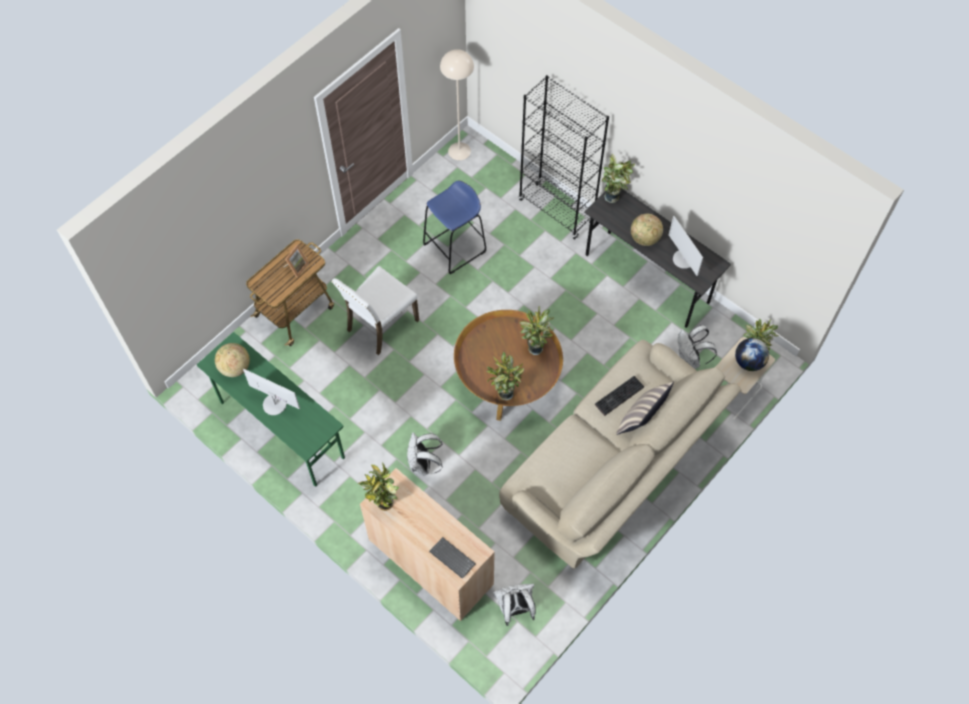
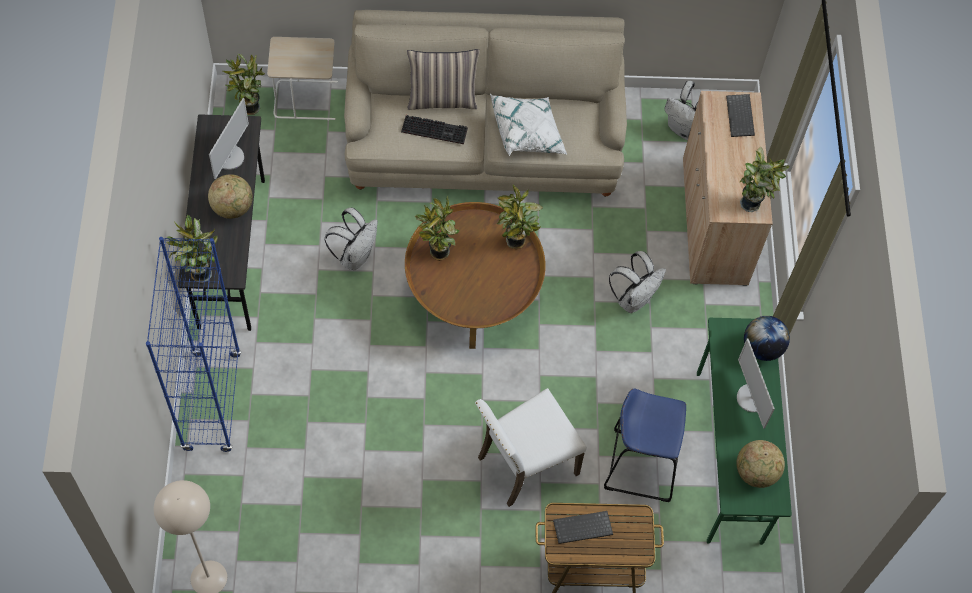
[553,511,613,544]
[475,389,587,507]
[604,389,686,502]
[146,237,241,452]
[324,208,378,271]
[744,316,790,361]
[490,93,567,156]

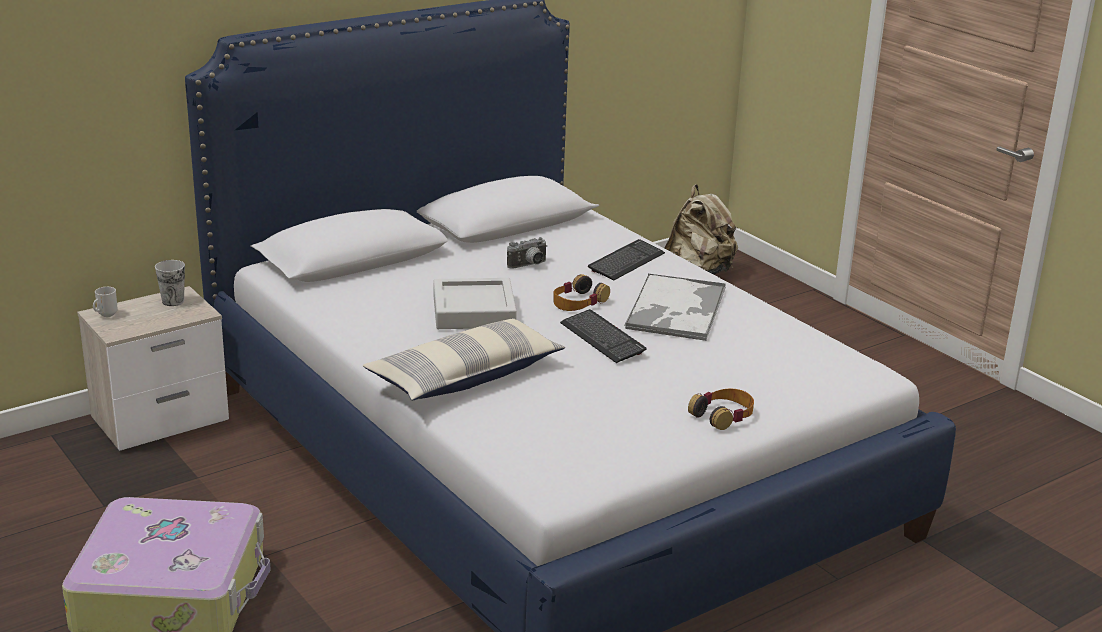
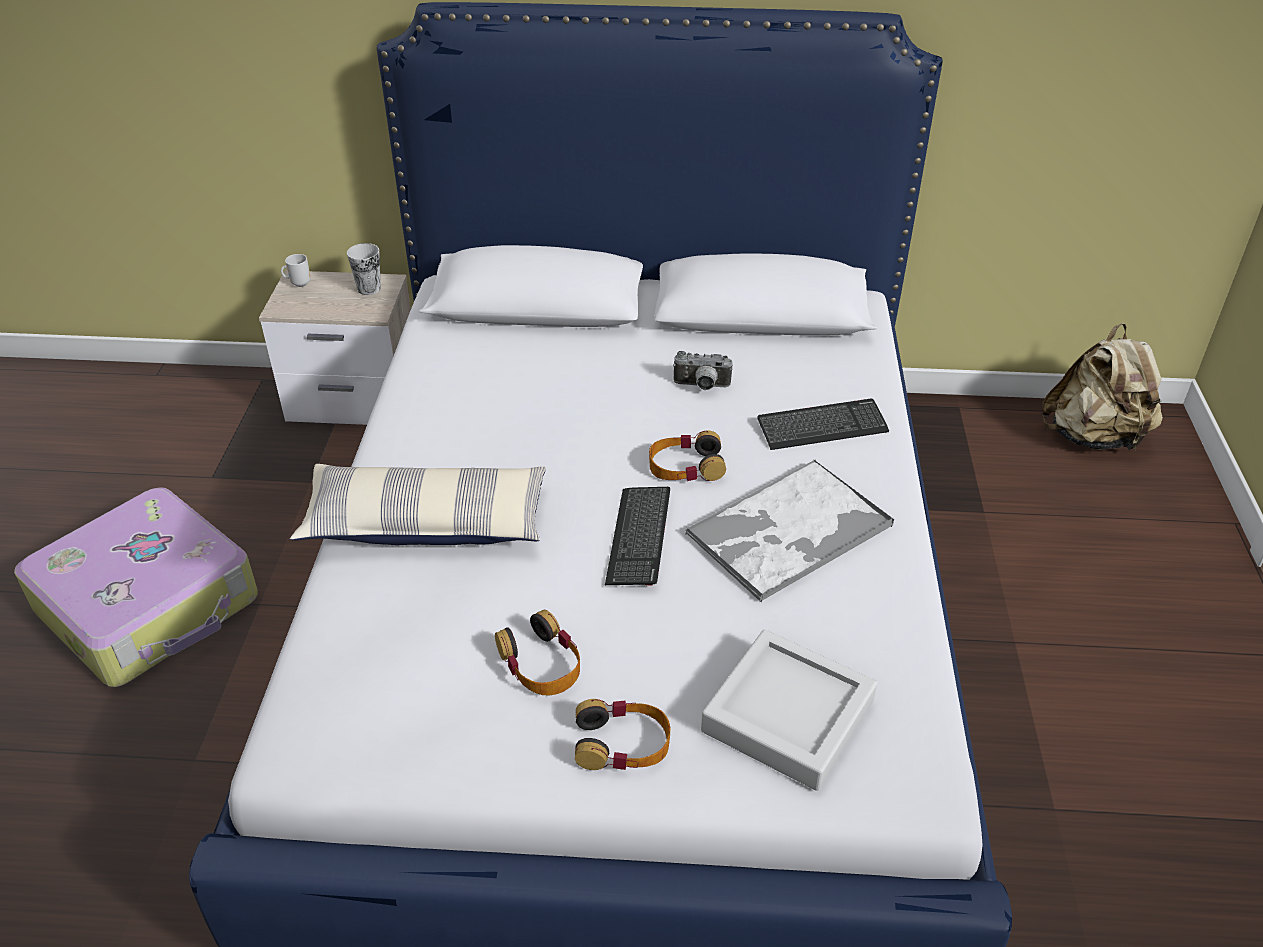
[701,629,877,791]
[495,610,580,695]

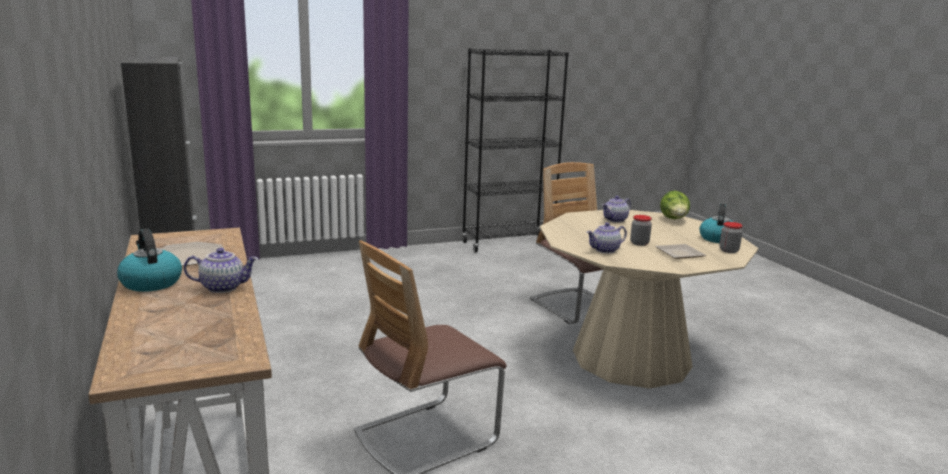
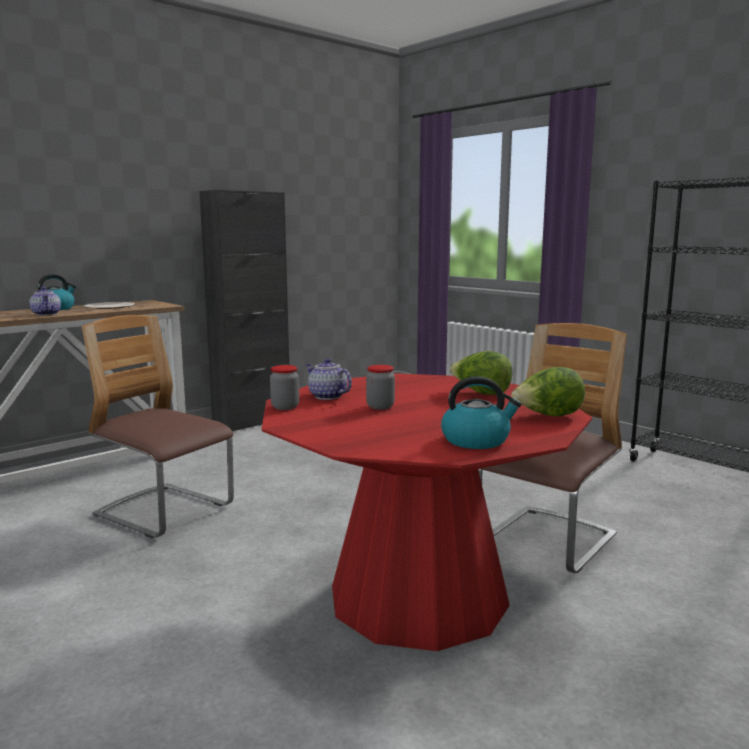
[262,373,592,651]
[449,351,512,395]
[655,244,706,259] (first image)
[270,365,299,410]

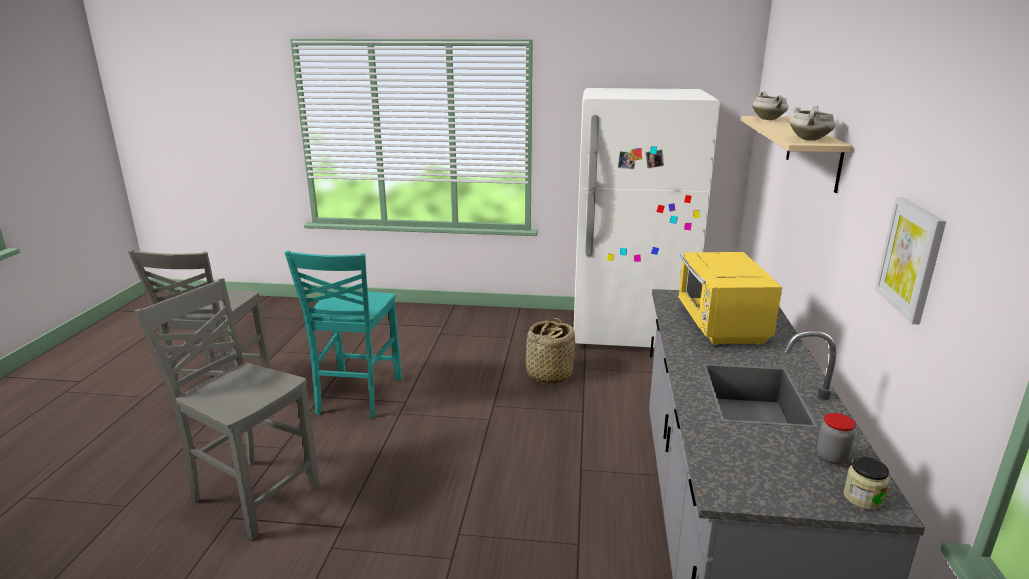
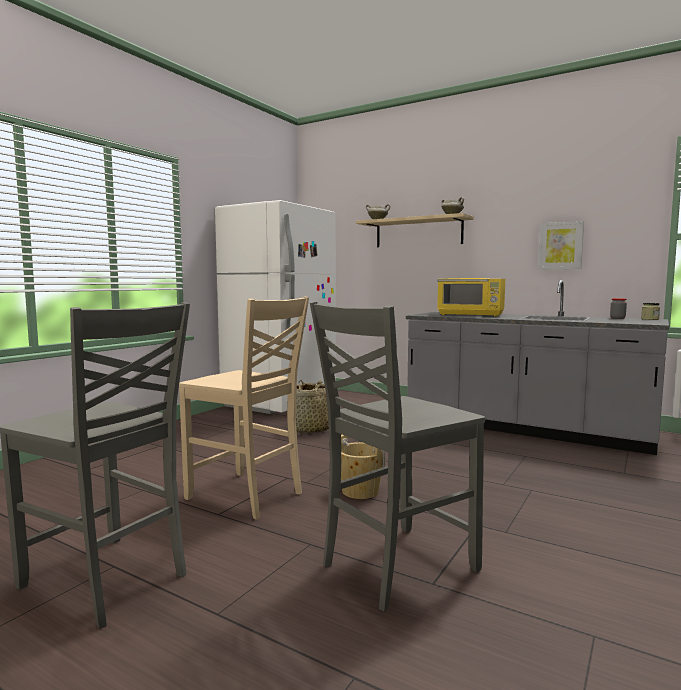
[179,296,309,520]
[341,435,385,499]

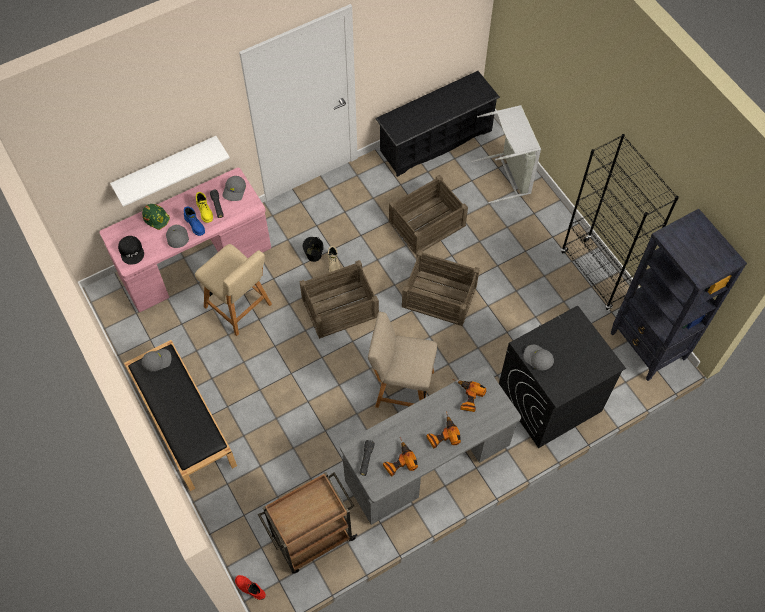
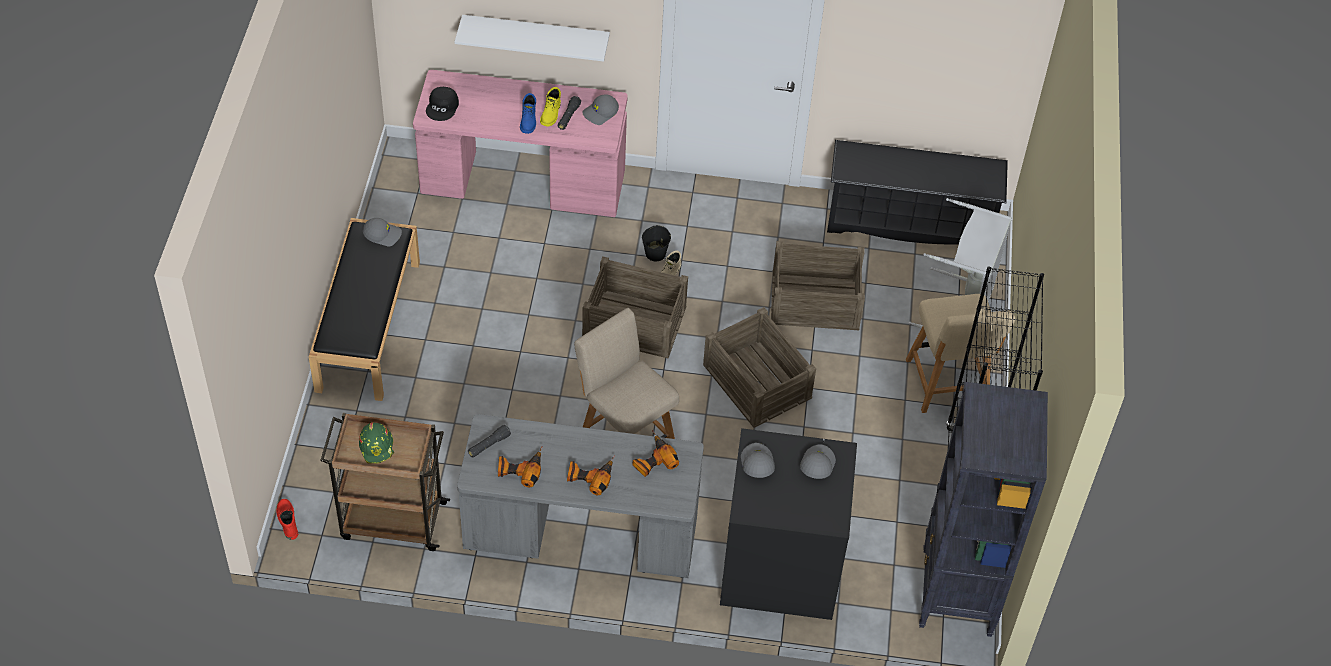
[359,422,394,464]
[800,445,836,479]
[906,294,1015,413]

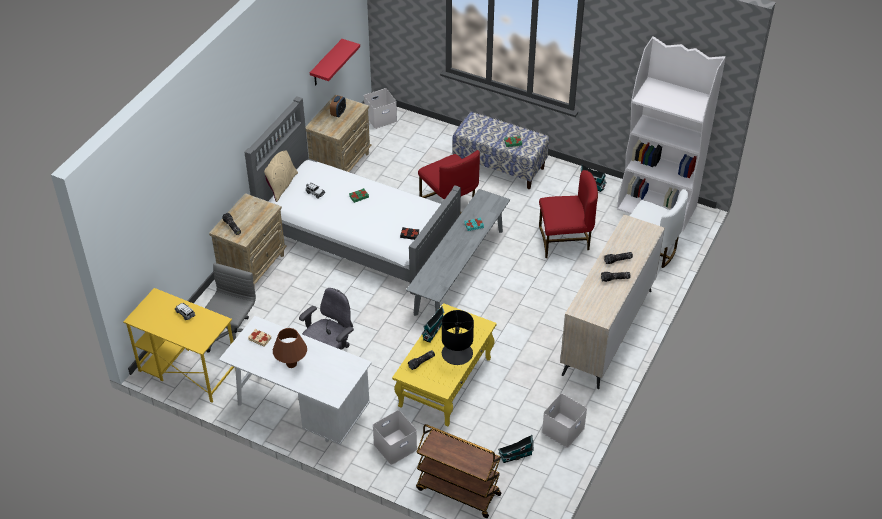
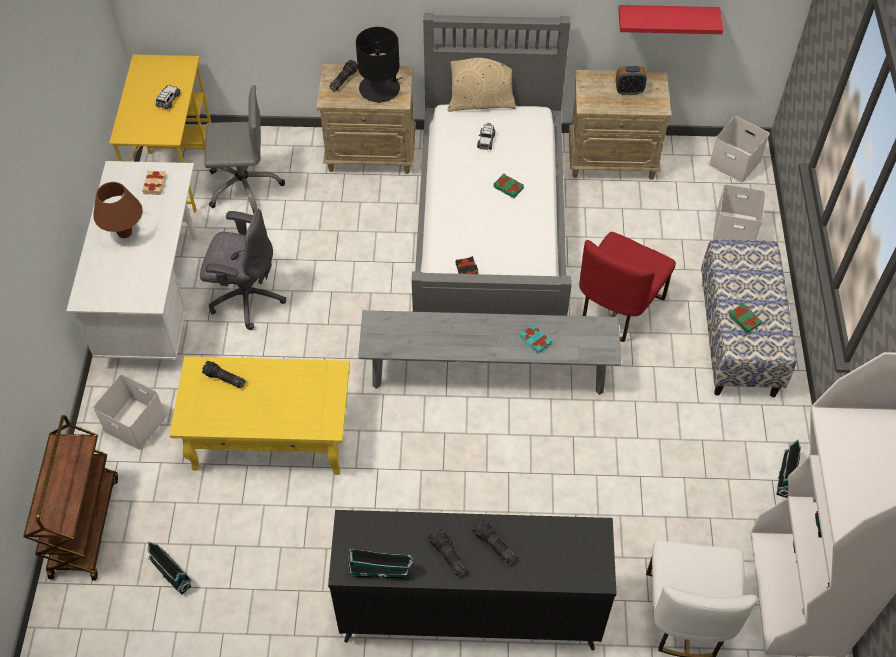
[347,549,414,578]
[356,27,403,103]
[539,170,598,258] (first image)
[712,184,765,240]
[328,510,617,650]

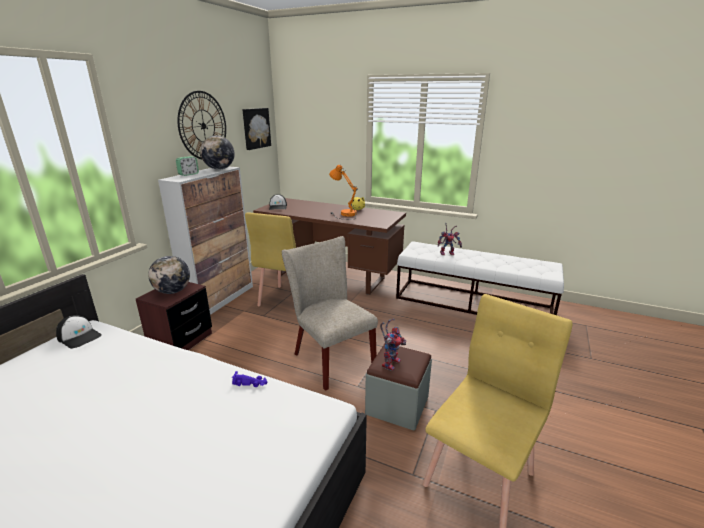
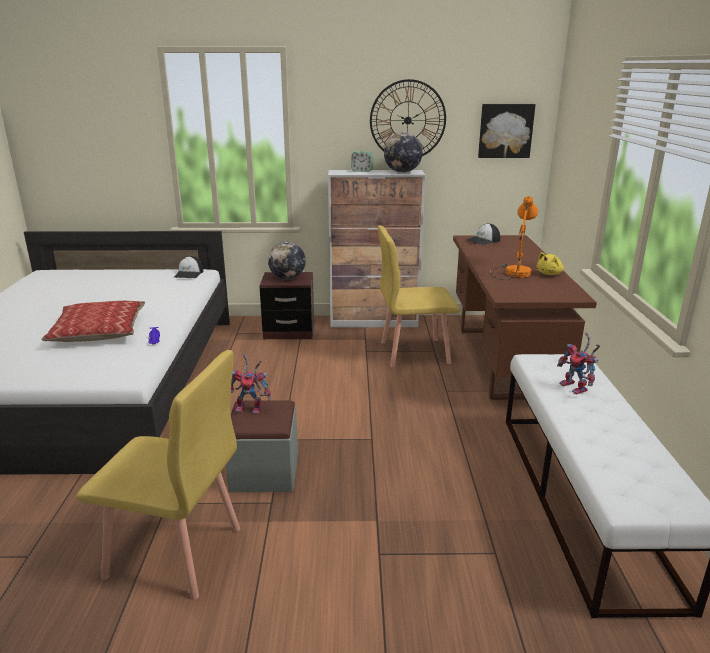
[282,236,378,391] (first image)
[41,301,145,342]

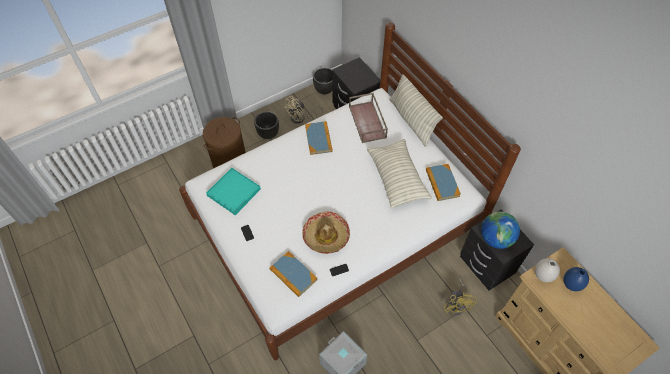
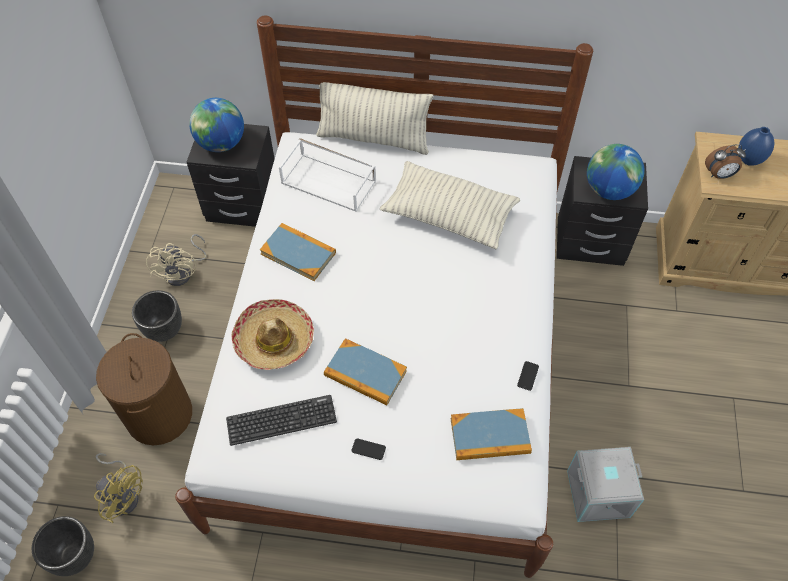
[226,395,337,446]
[232,299,314,370]
[32,516,94,576]
[279,138,376,212]
[324,338,407,405]
[94,453,143,523]
[705,144,746,179]
[189,98,244,152]

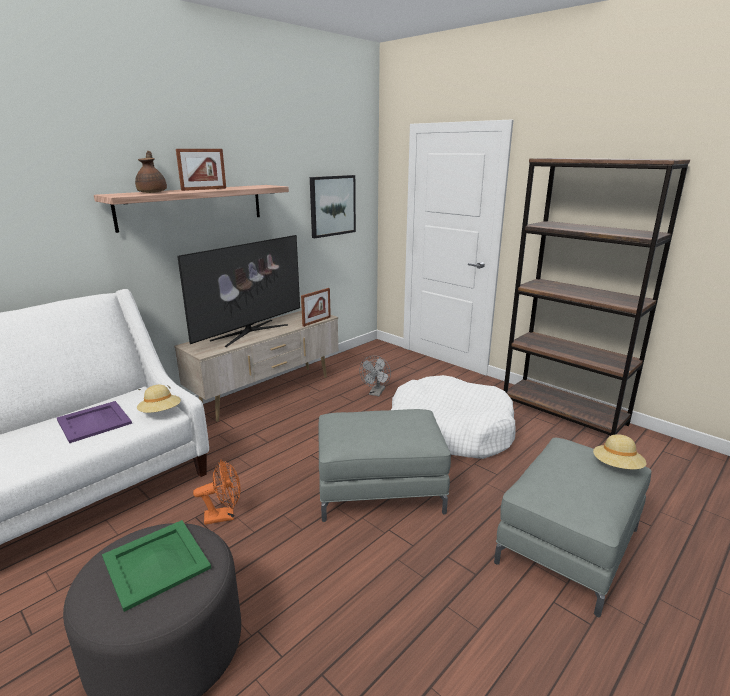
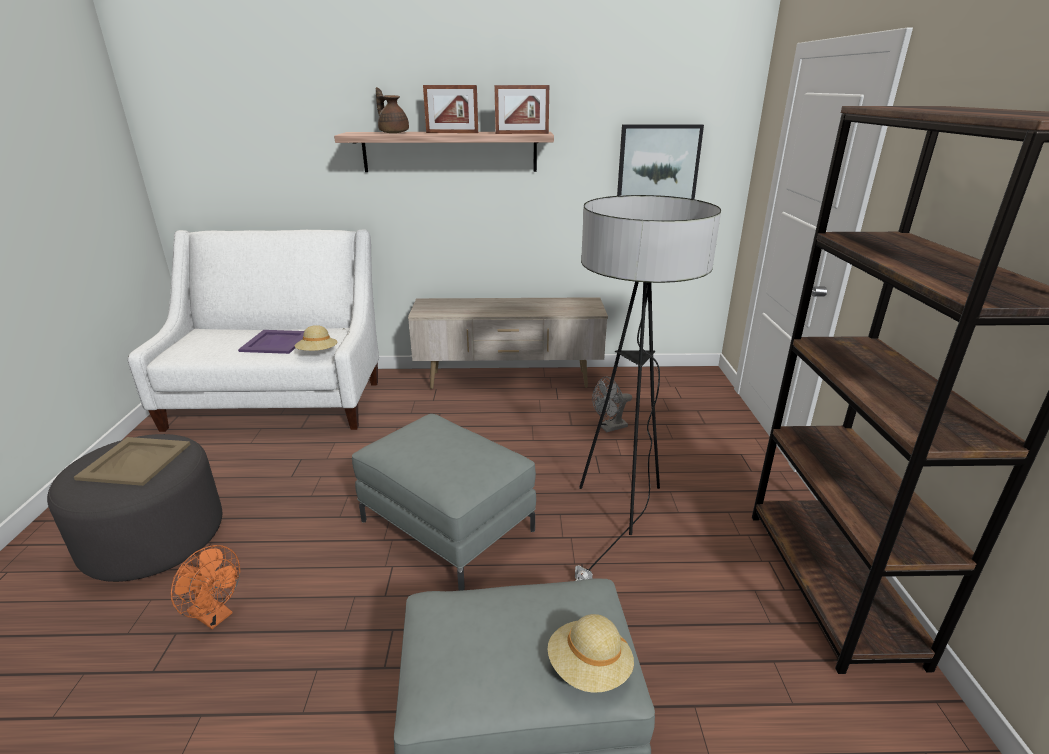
[74,437,191,486]
[376,87,409,133]
[177,235,300,347] (first image)
[171,545,240,629]
[494,85,549,134]
[575,195,721,581]

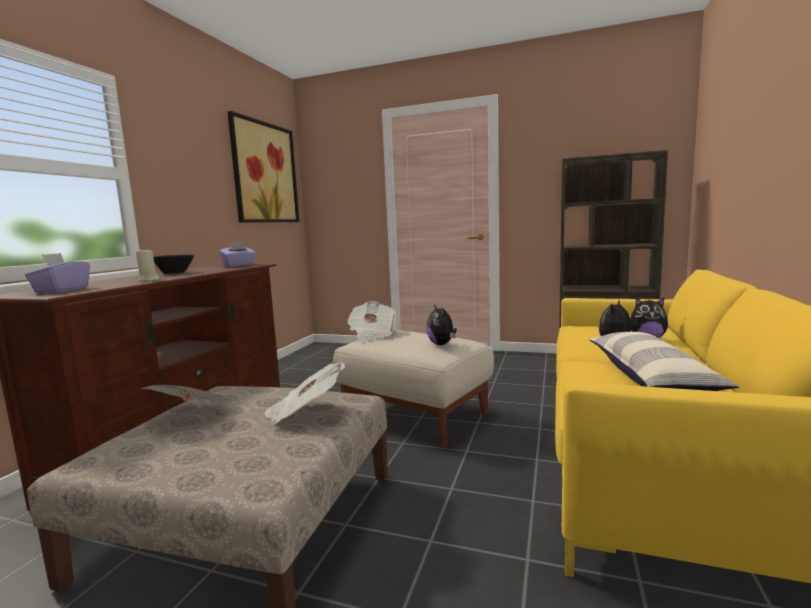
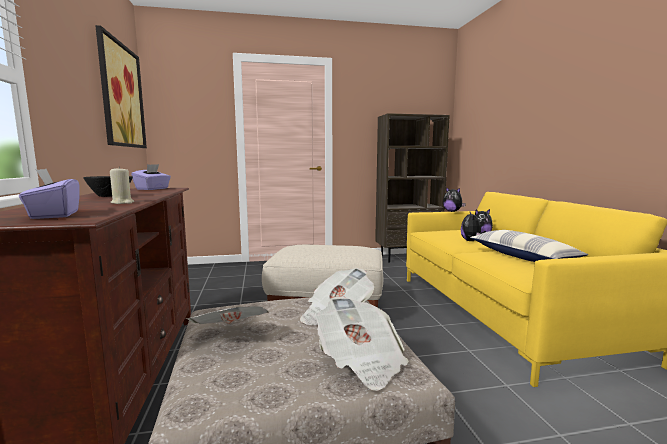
[316,296,409,391]
[443,187,466,212]

